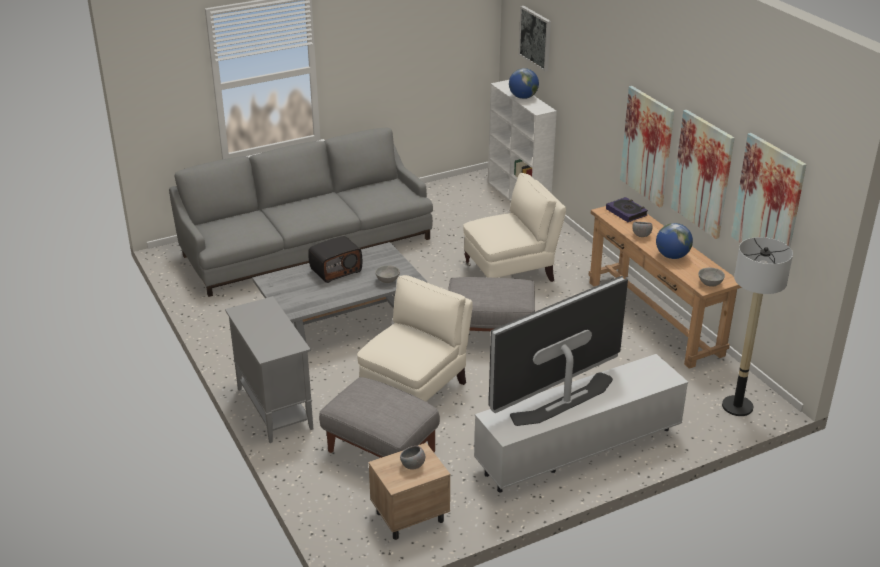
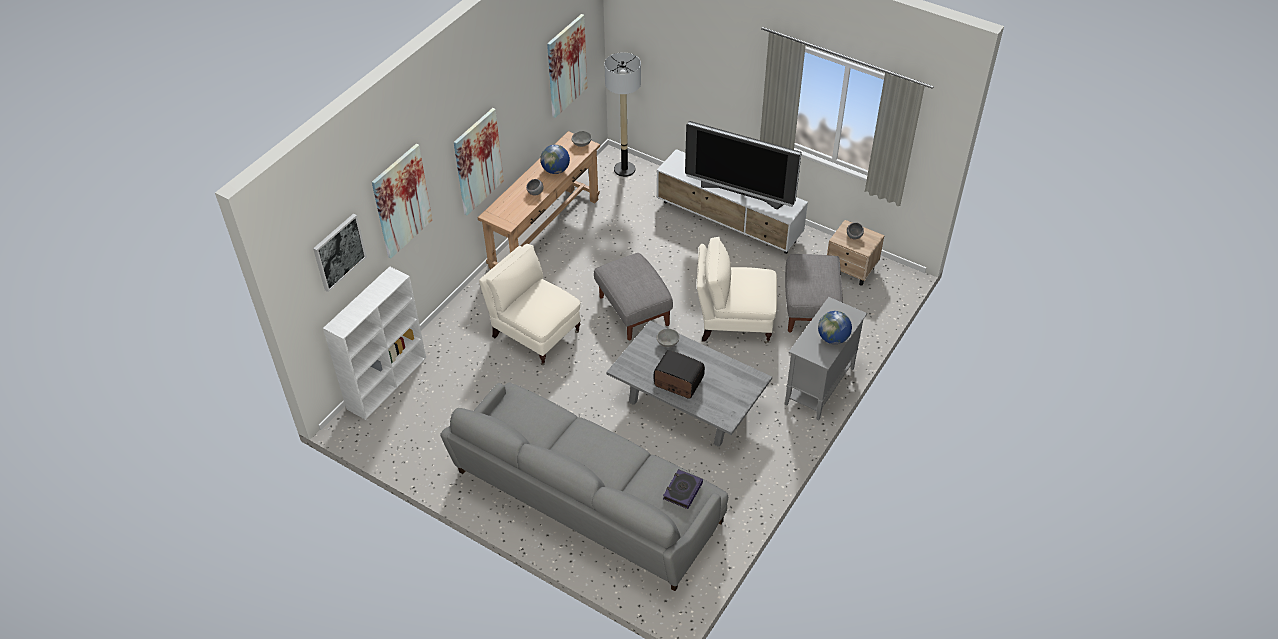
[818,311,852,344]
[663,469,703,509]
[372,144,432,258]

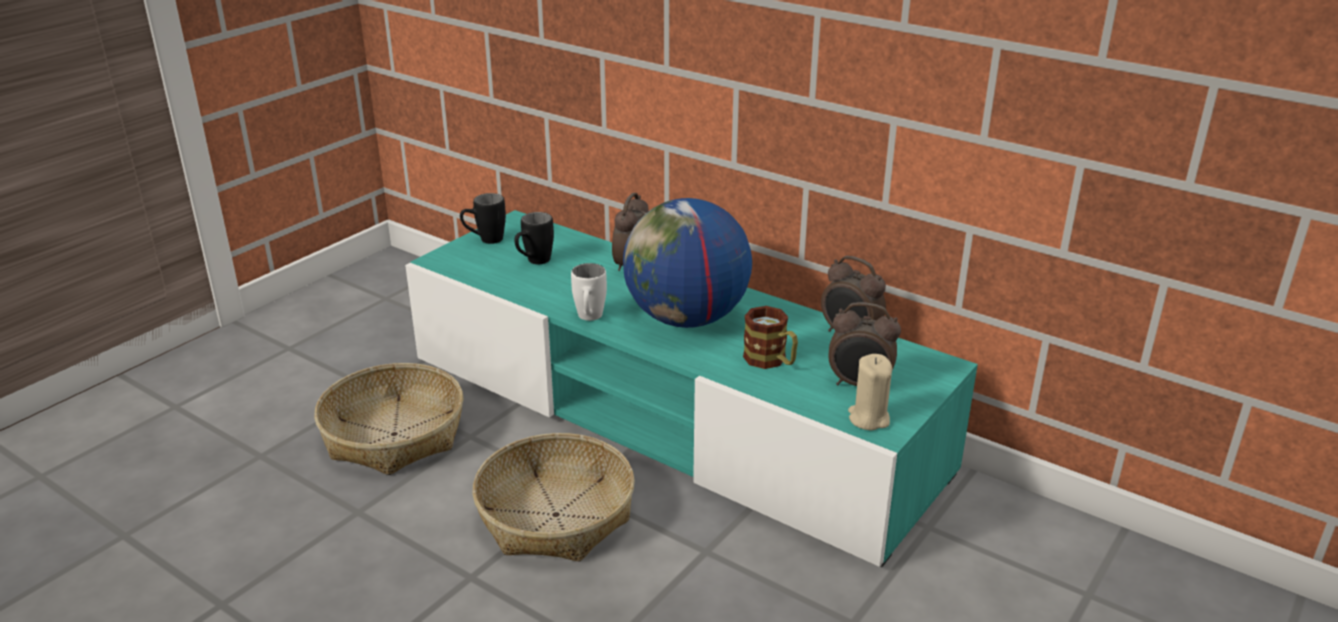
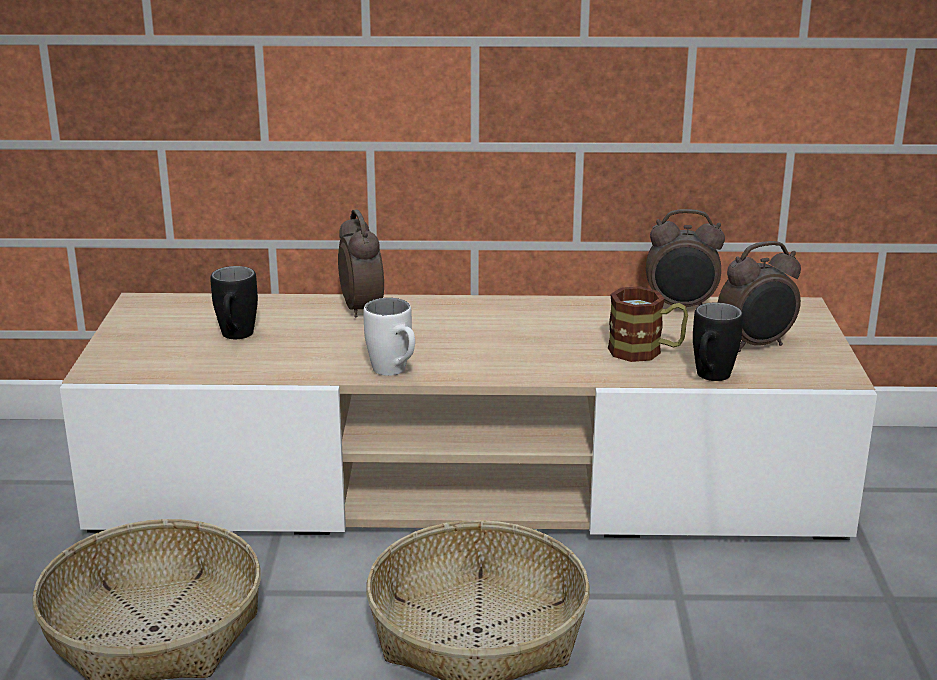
[60,293,877,540]
[693,302,743,381]
[623,198,752,328] (first image)
[848,354,892,431] (first image)

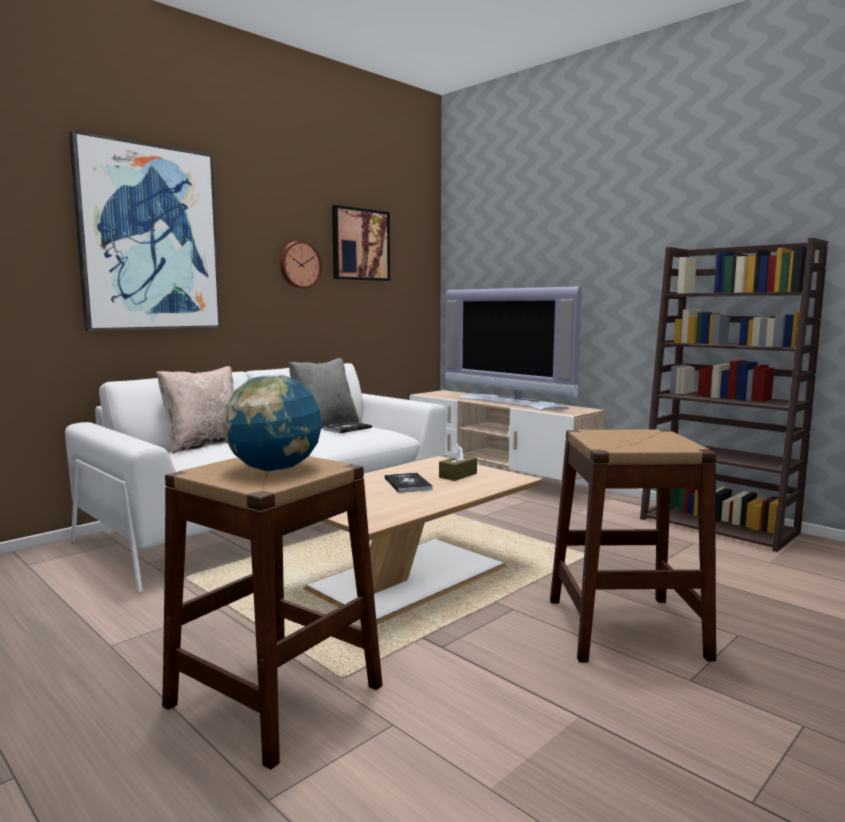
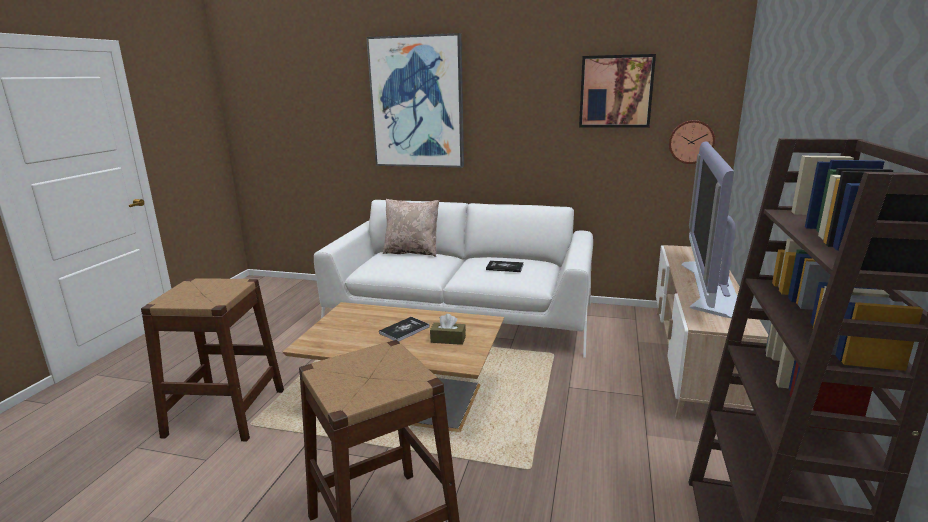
[222,374,322,472] (first image)
[668,120,715,164]
[289,358,359,429] (first image)

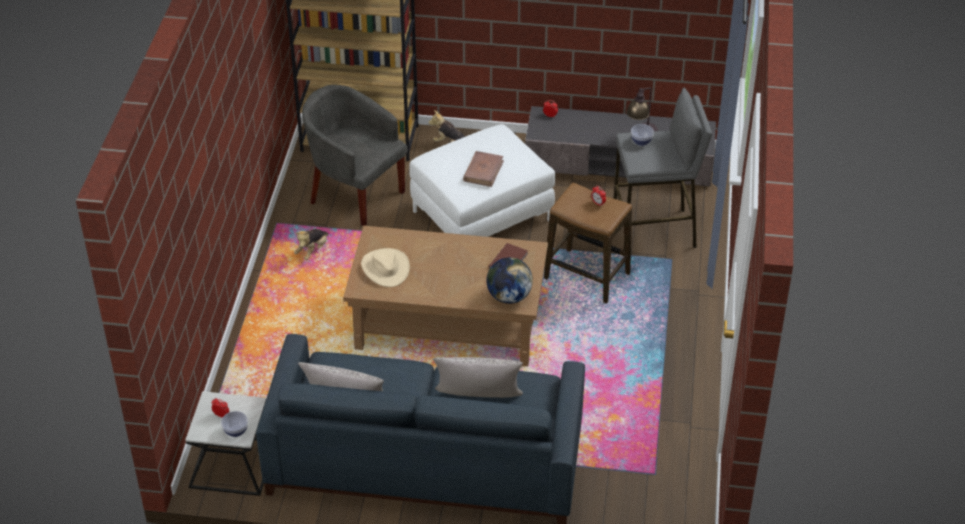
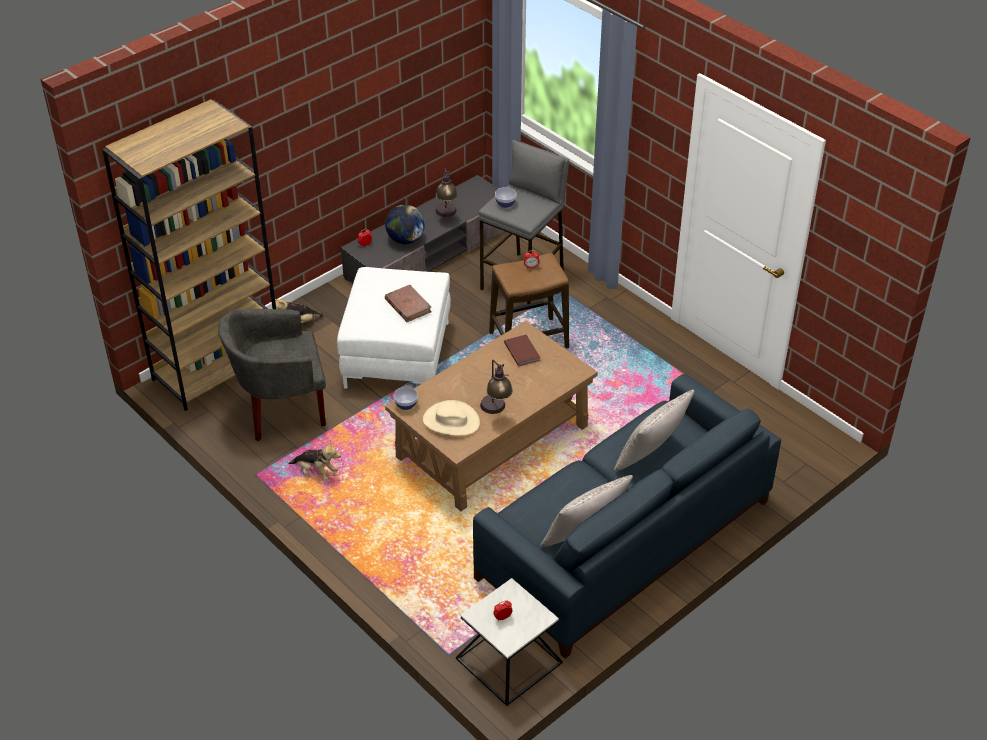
[394,387,418,410]
[289,442,341,480]
[385,205,425,244]
[480,360,513,414]

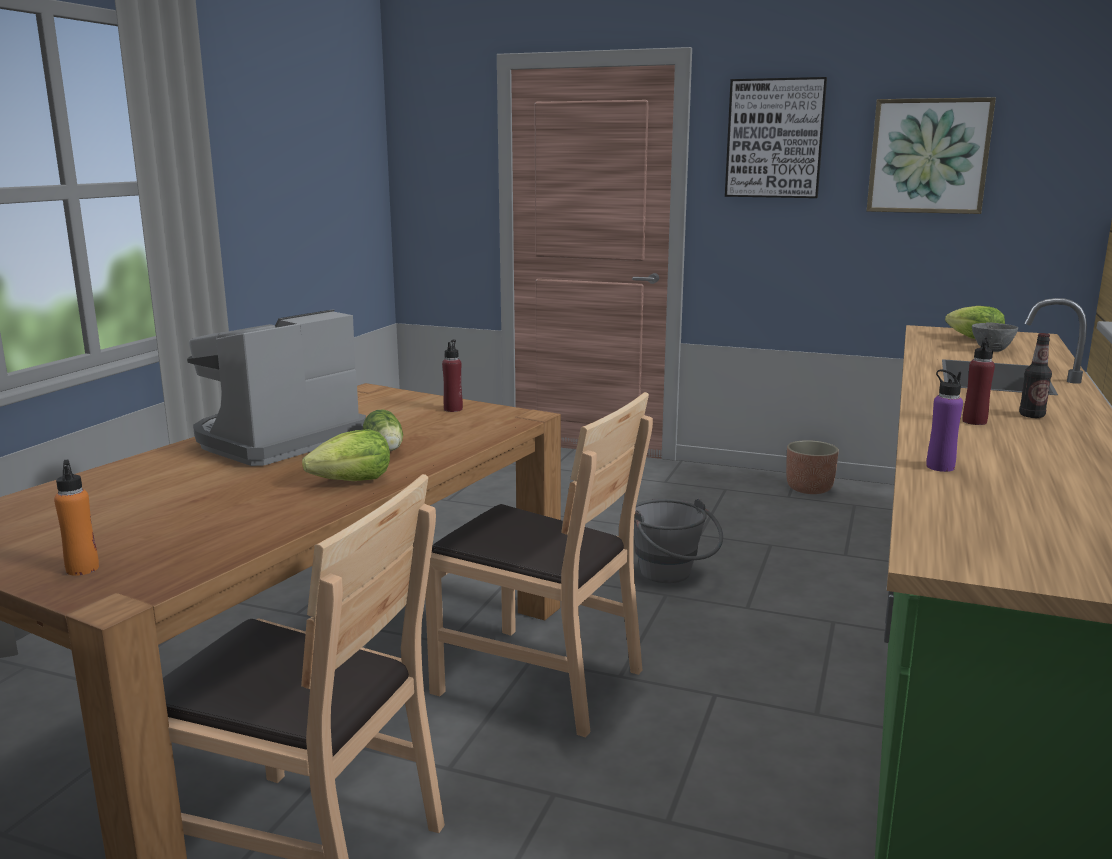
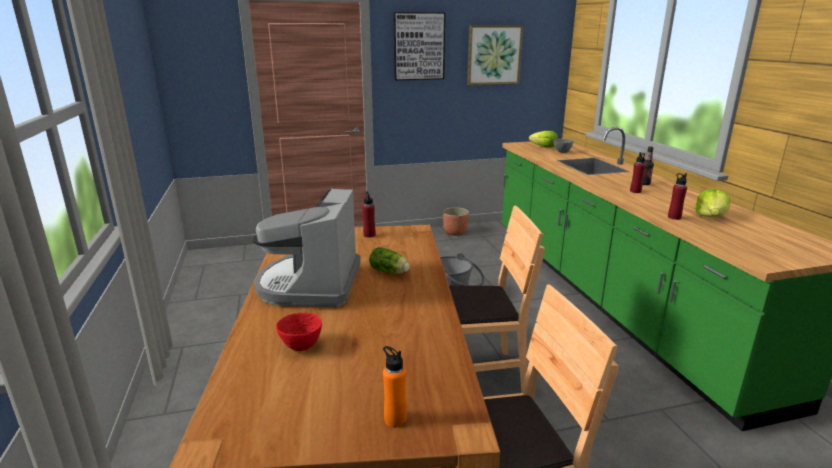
[694,189,730,217]
[668,173,687,220]
[276,312,322,351]

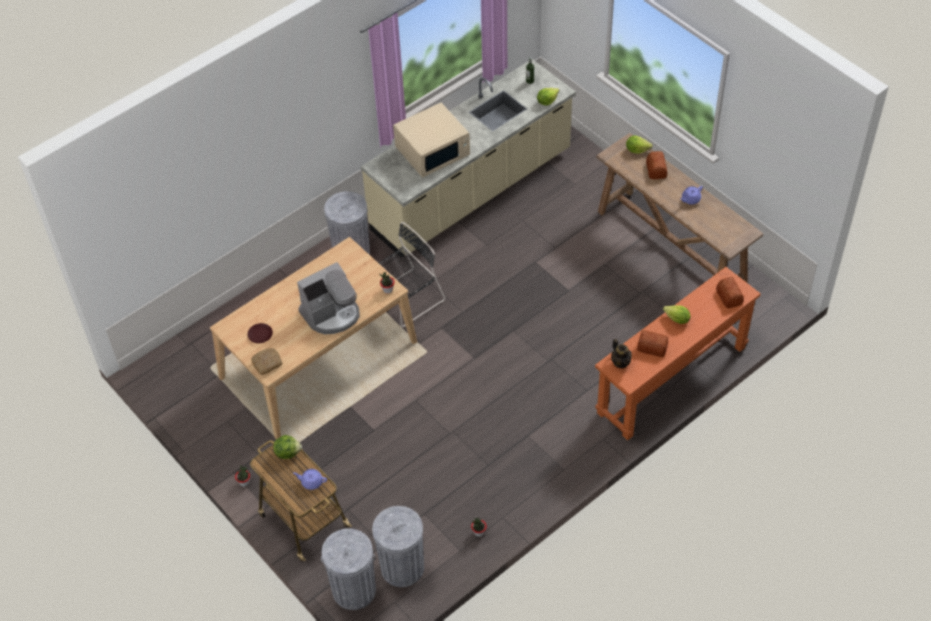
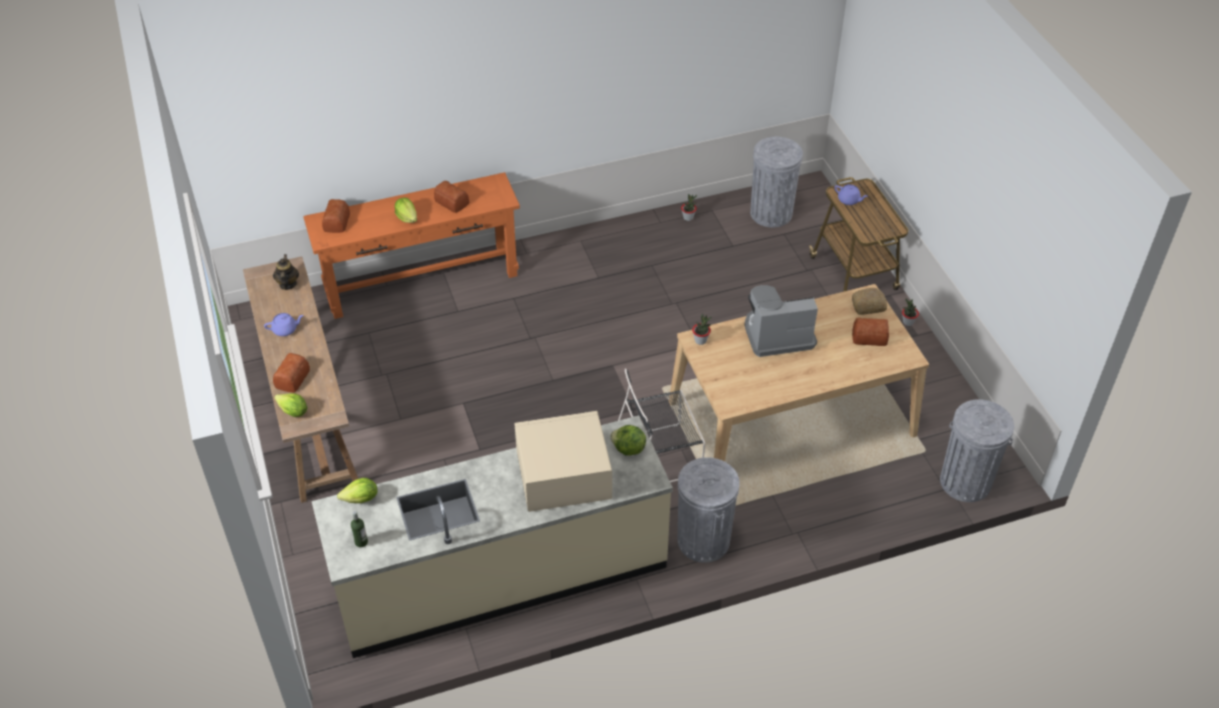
[852,318,889,346]
[610,425,646,456]
[940,399,1014,502]
[273,254,299,290]

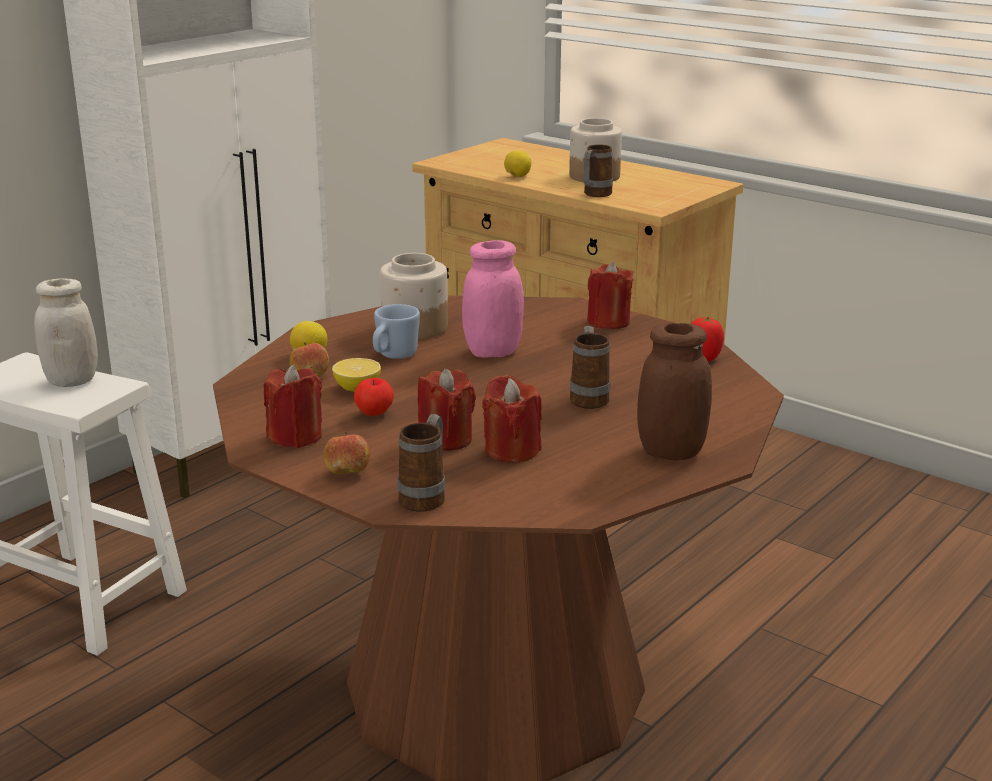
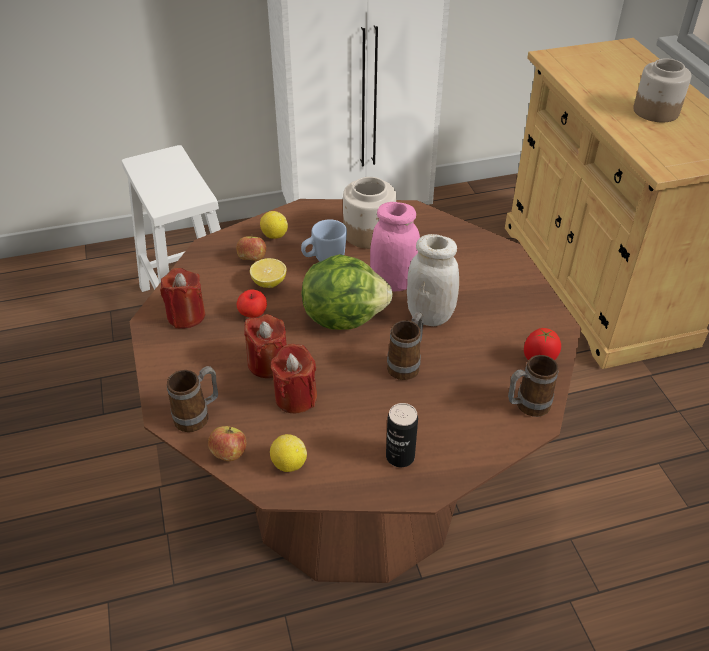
[407,234,459,326]
[208,426,246,461]
[270,434,307,472]
[508,355,559,417]
[587,262,633,329] (first image)
[386,403,418,467]
[301,254,393,330]

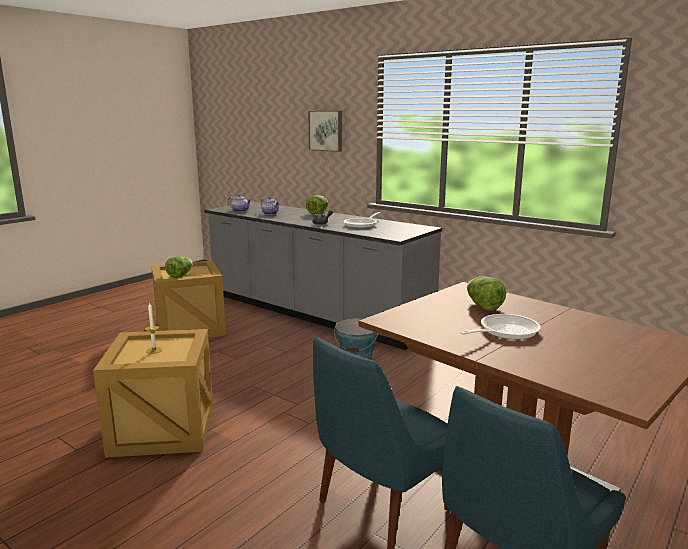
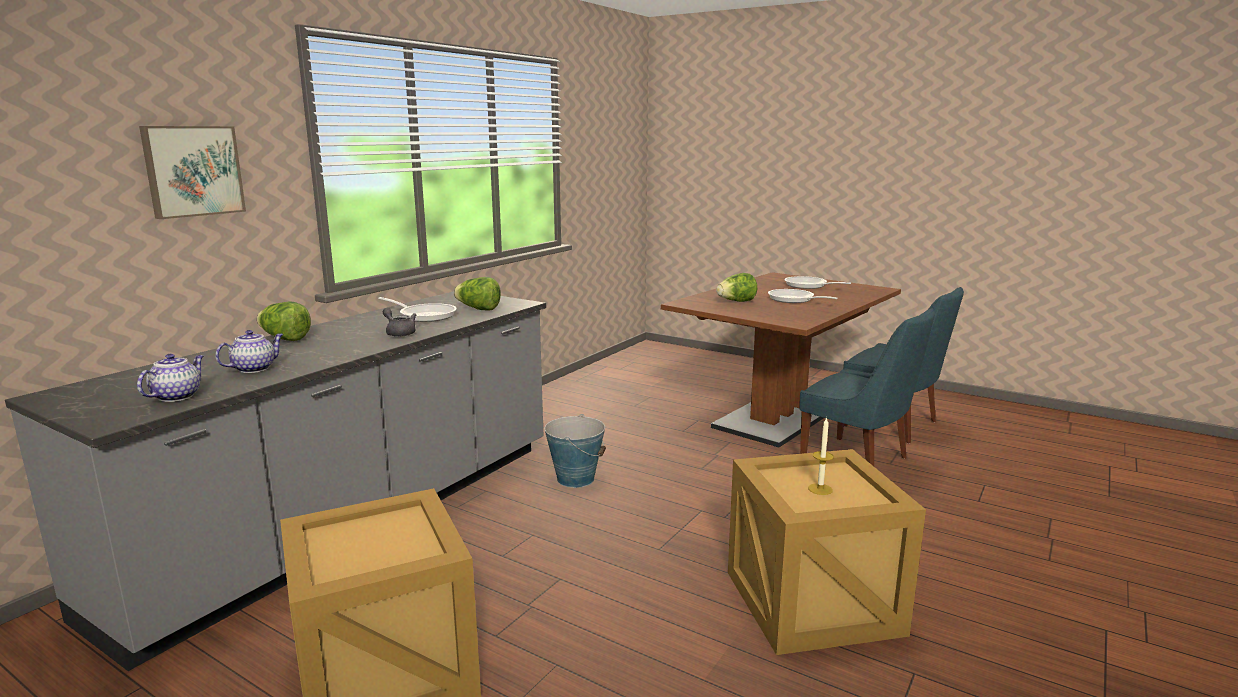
[454,277,501,311]
[784,276,851,289]

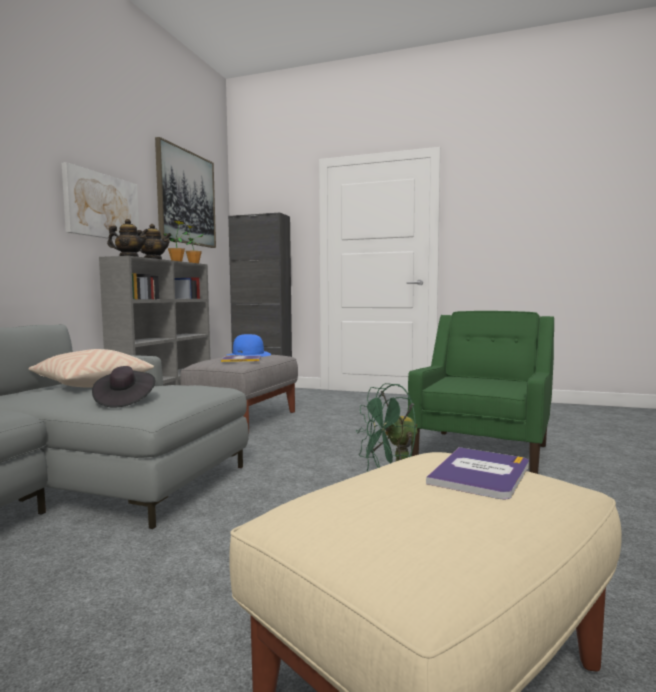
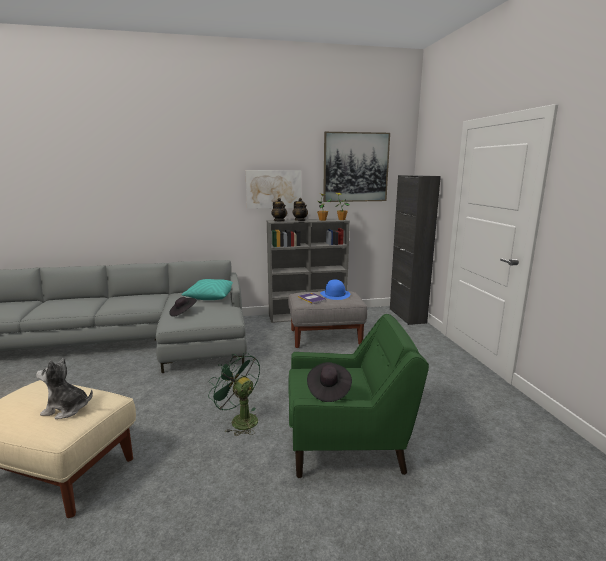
[182,279,233,300]
[36,358,93,419]
[307,362,352,402]

